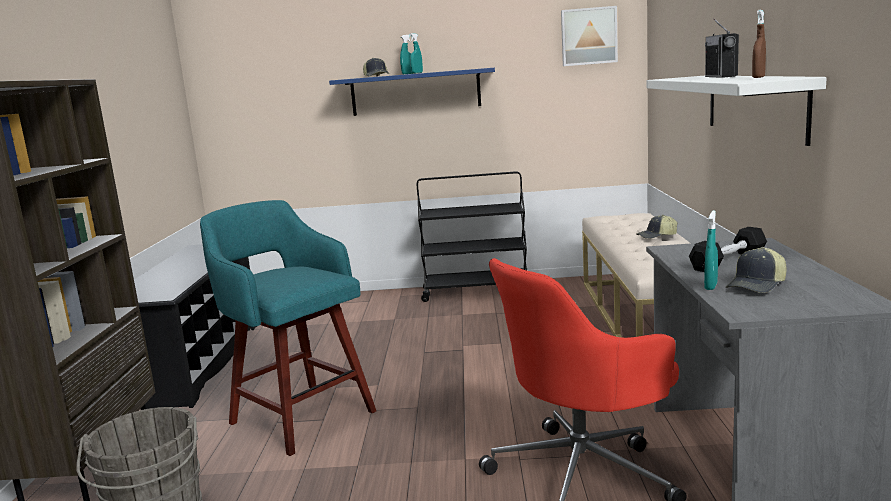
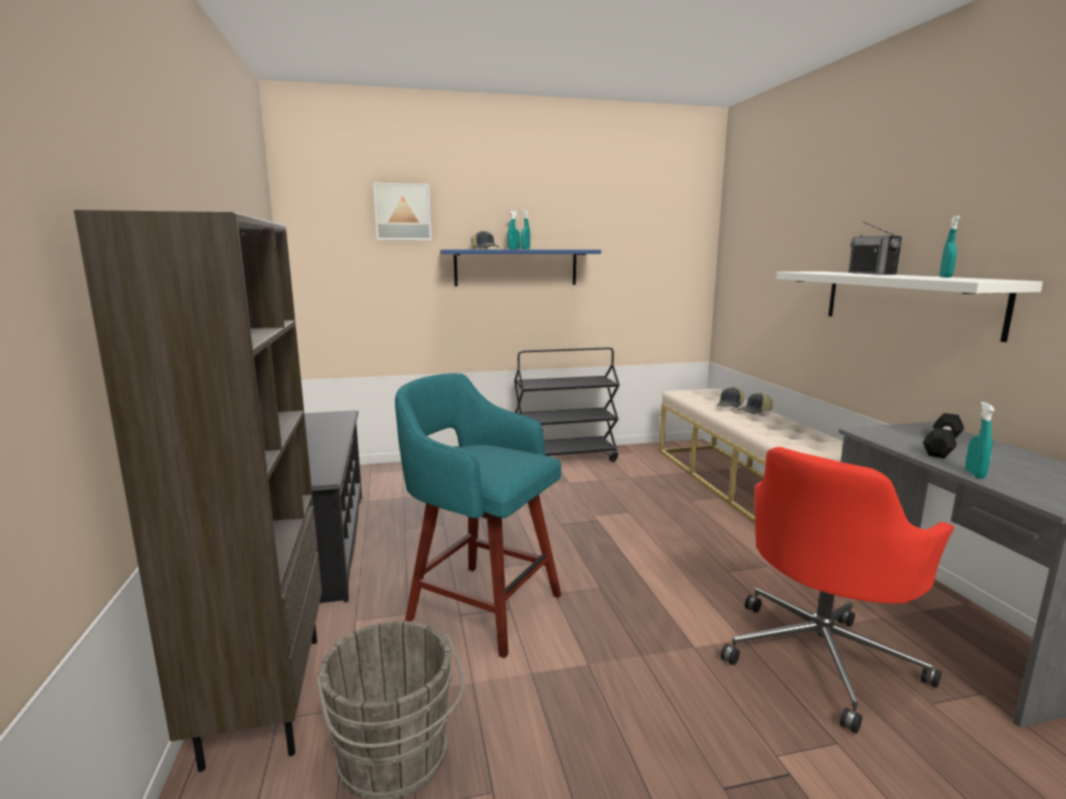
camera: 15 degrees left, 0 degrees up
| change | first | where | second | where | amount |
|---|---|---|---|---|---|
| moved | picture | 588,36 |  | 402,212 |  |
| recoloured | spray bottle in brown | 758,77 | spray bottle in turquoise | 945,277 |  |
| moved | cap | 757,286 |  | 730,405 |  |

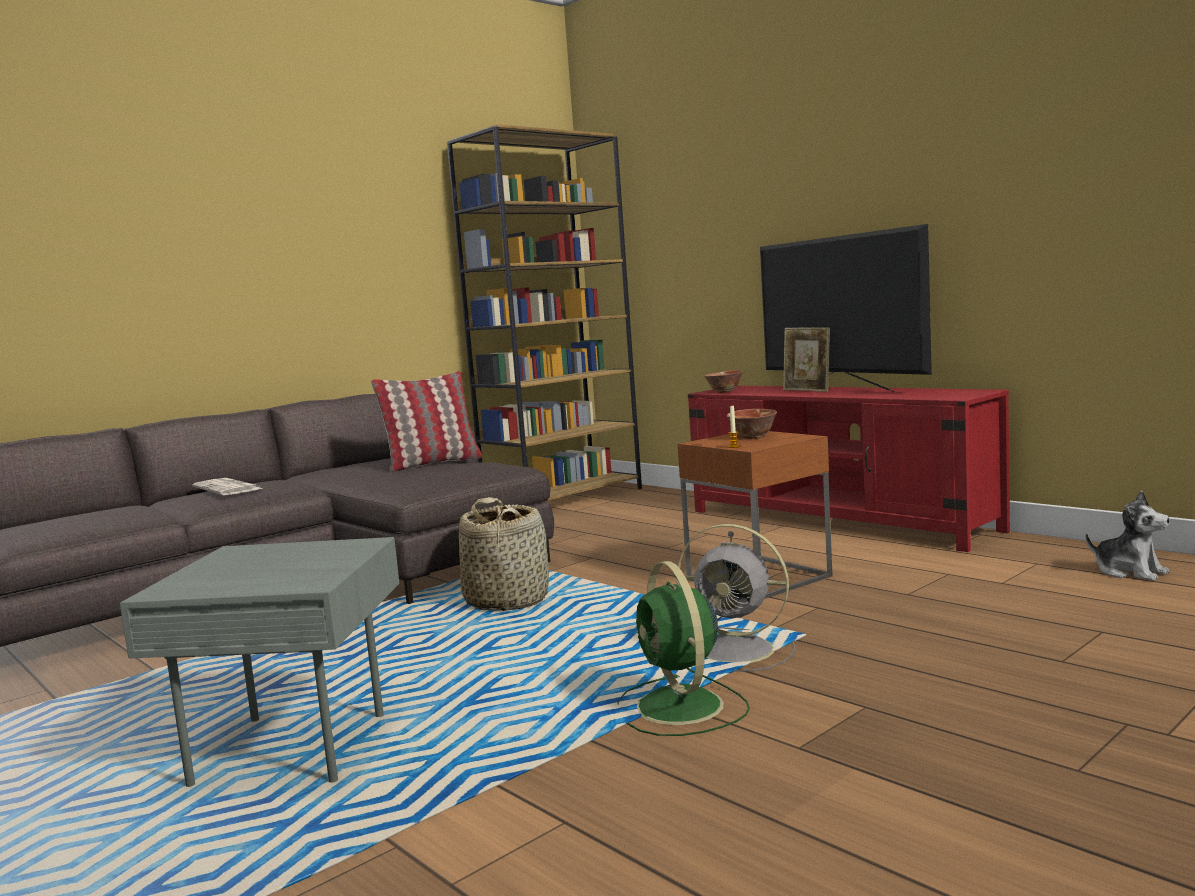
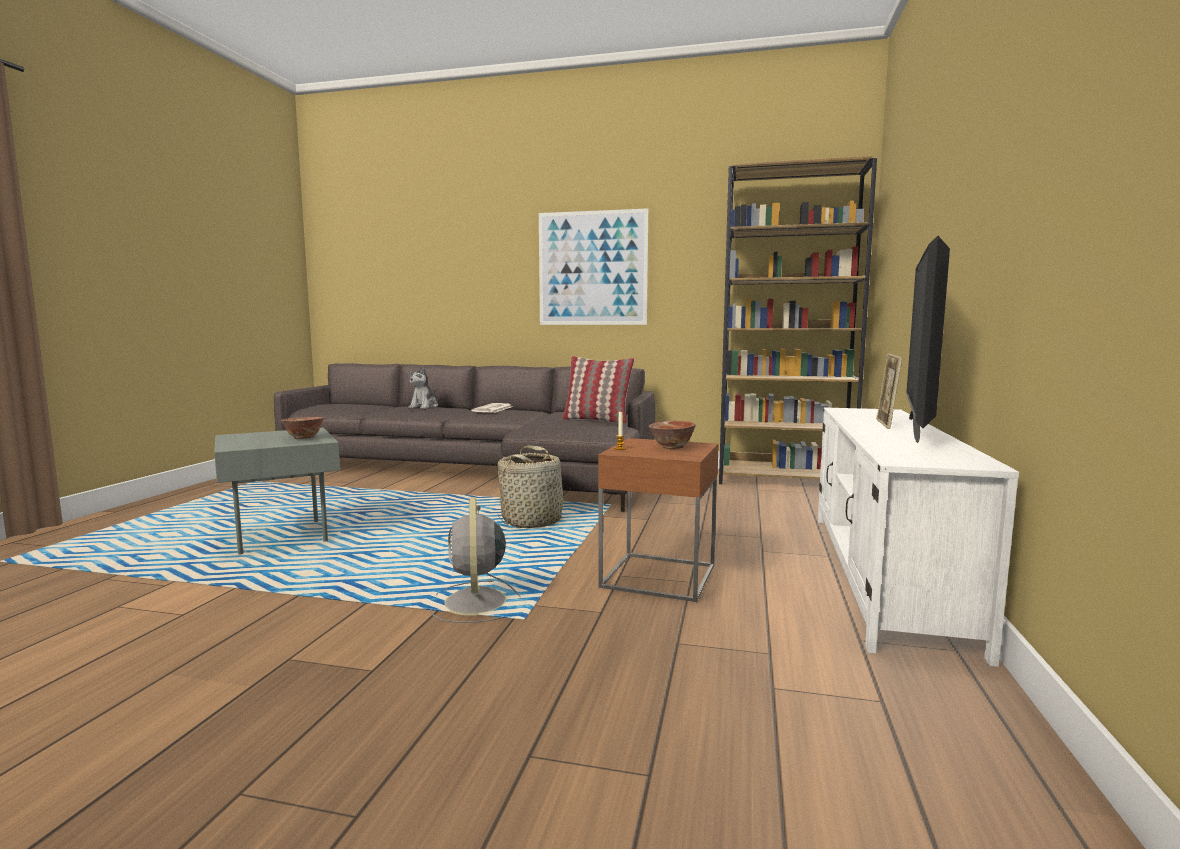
camera: 55 degrees right, 0 degrees up
| change | first | where | second | where | amount |
|---|---|---|---|---|---|
| moved | bowl | 724,392 |  | 303,438 |  |
| recoloured | tv stand in red | 838,521 | tv stand in white | 883,573 |  |
| moved | plush toy | 1129,572 |  | 424,407 |  |
| removed | fan in green | 681,708 |  |  |  |
| added |  |  | picture | 592,268 |  |

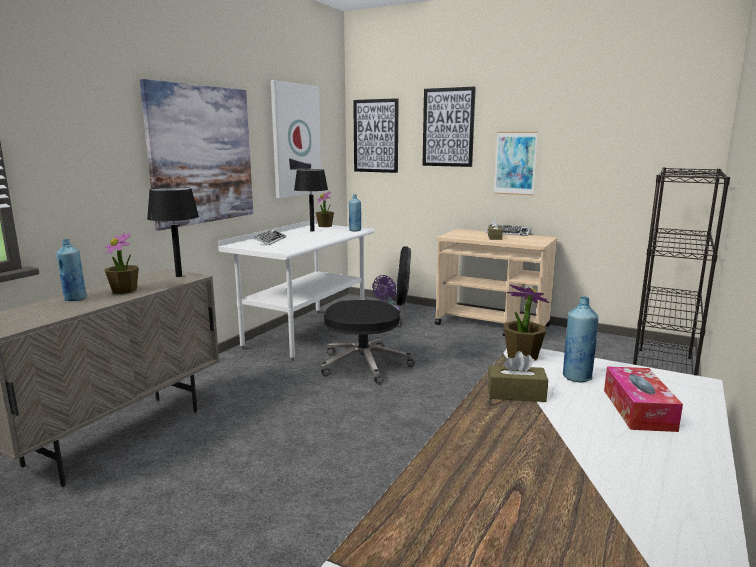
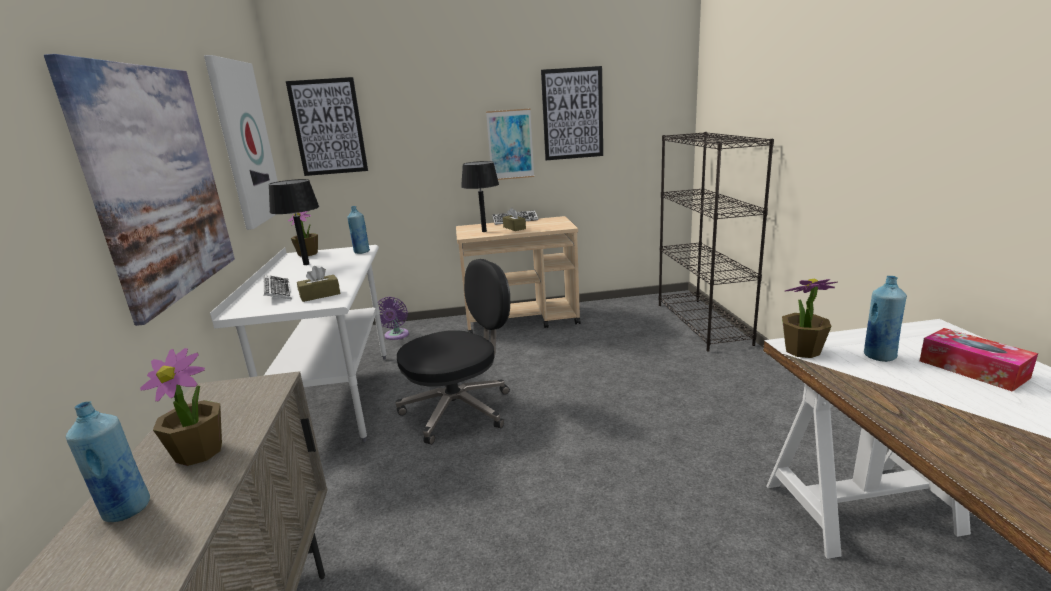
camera: 35 degrees left, 5 degrees up
| change | first | where | second | where | amount |
|---|---|---|---|---|---|
| moved | picture | 448,127 |  | 572,114 |  |
| moved | table lamp in black | 179,276 |  | 484,231 |  |
| moved | tissue box in brown | 516,394 |  | 320,295 |  |

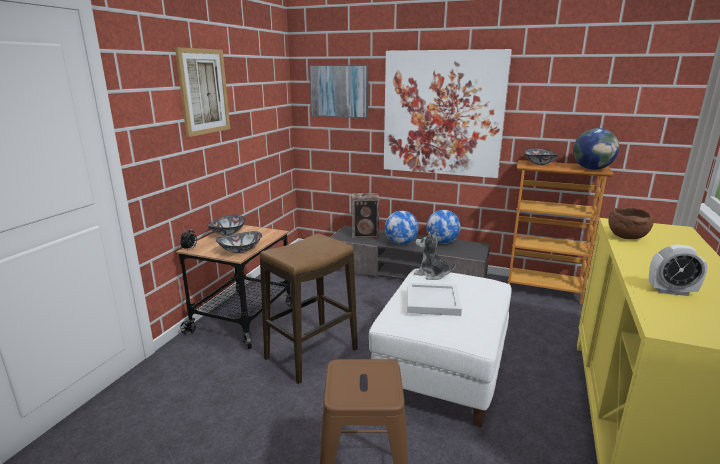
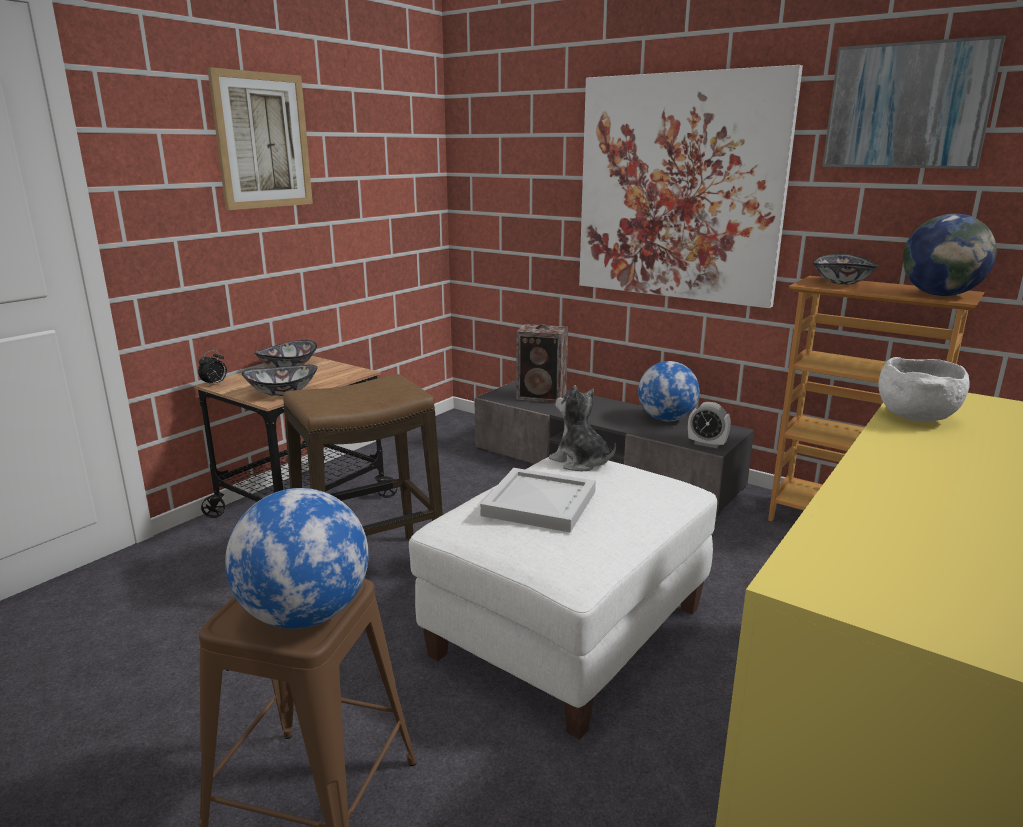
camera: 15 degrees right, 0 degrees up
| change | first | where | second | where | amount |
|---|---|---|---|---|---|
| moved | picture | 339,91 |  | 907,106 |  |
| recoloured | bowl in brown | 626,237 | bowl in white | 915,417 |  |
| moved | globe | 401,243 |  | 305,615 |  |
| moved | alarm clock | 671,291 |  | 707,444 |  |

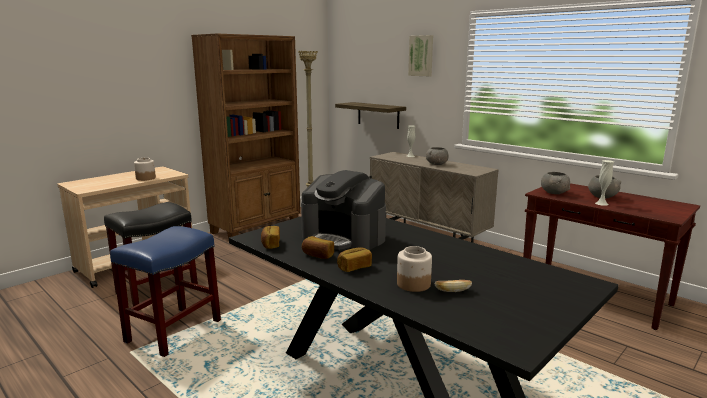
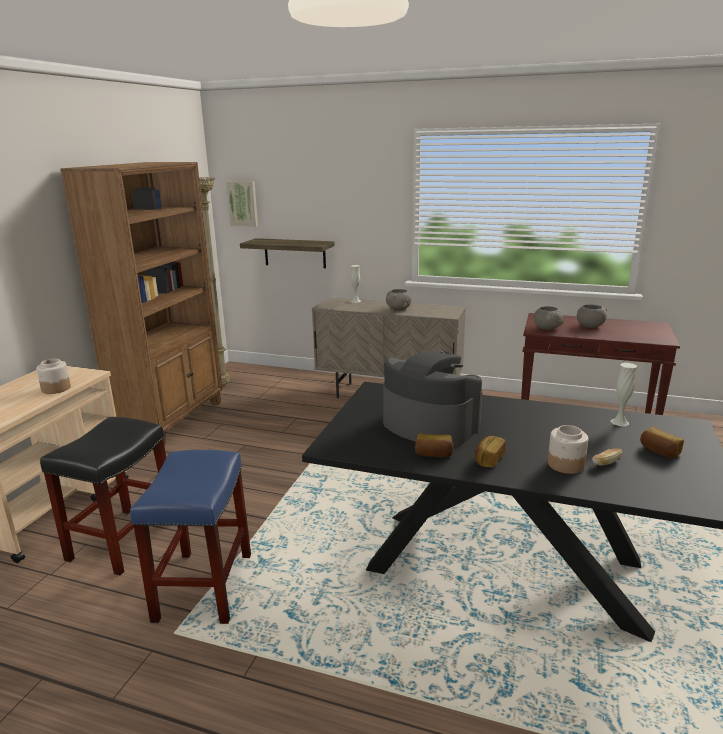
camera: 25 degrees left, 5 degrees up
| change | first | where | second | where | amount |
|---|---|---|---|---|---|
| moved | picture | 421,56 |  | 243,203 |  |
| moved | vase in white | 601,203 |  | 619,422 |  |
| turned | coffee machine | 344,238 |  | 429,425 | 150 degrees counterclockwise |
| moved | bread | 270,244 |  | 659,451 |  |

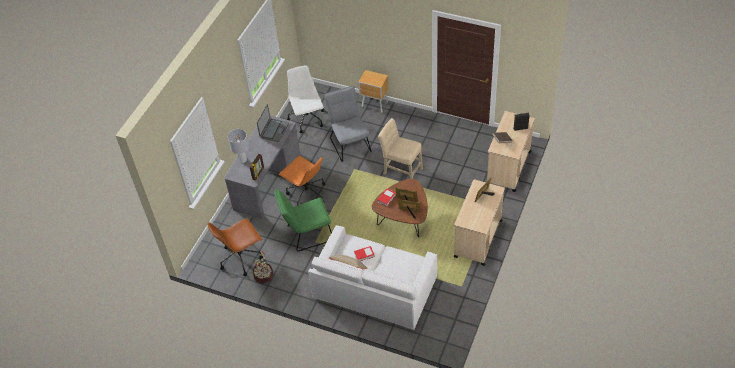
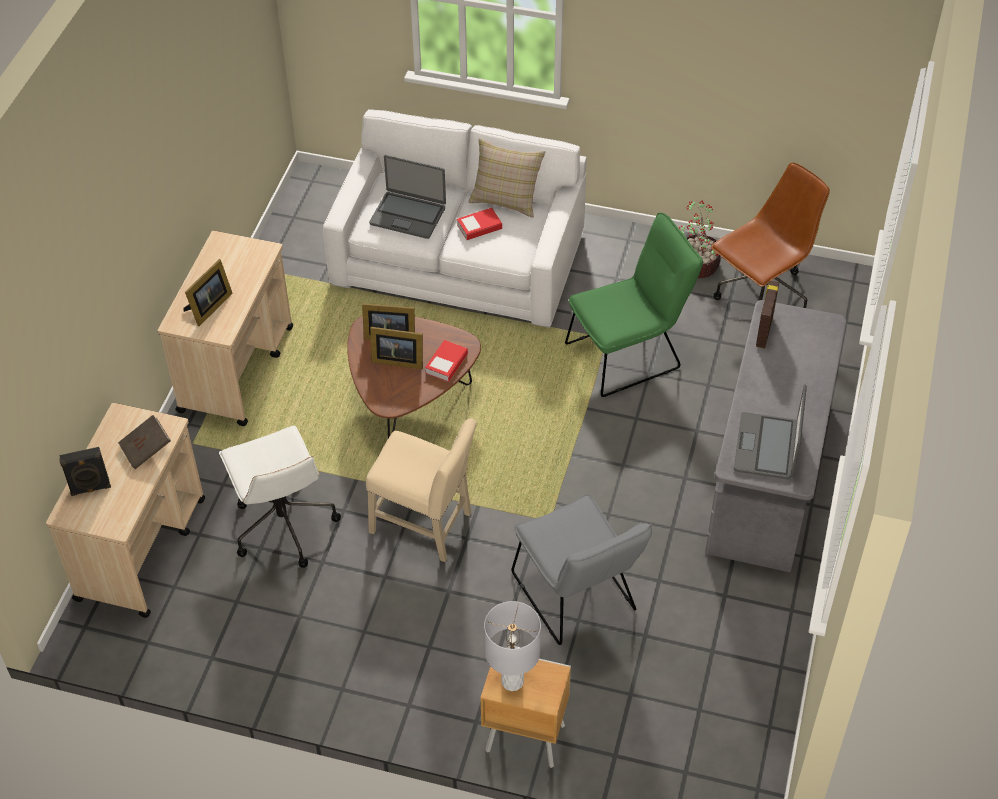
camera: 170 degrees right, 0 degrees up
| change | first | where | second | where | amount |
|---|---|---|---|---|---|
| moved | office chair in white | 307,119 |  | 283,525 |  |
| moved | table lamp in grey | 242,160 |  | 513,681 |  |
| removed | office chair in orange | 306,194 |  |  |  |
| added |  |  | laptop | 408,215 |  |

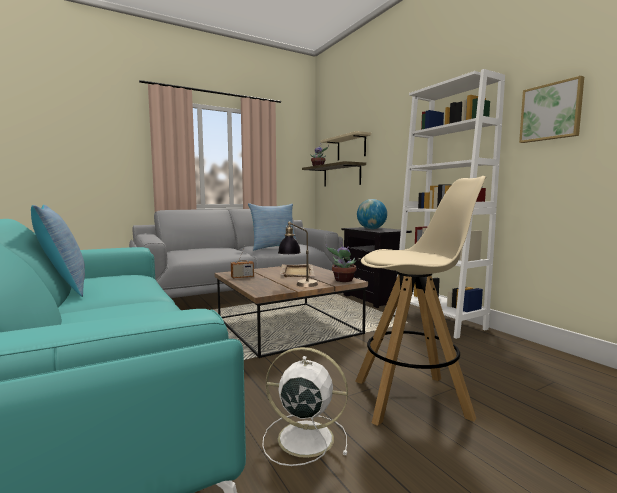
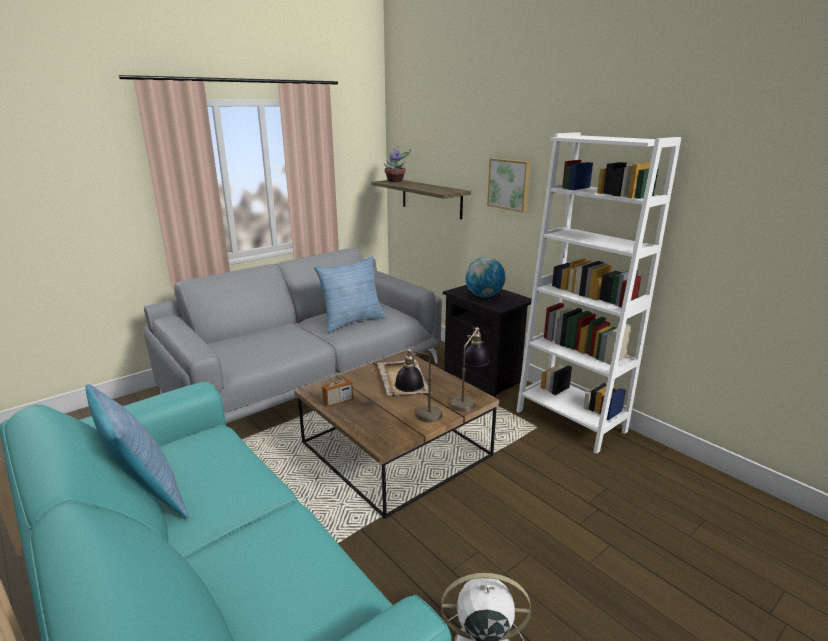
camera: 10 degrees left, 15 degrees up
| change | first | where | second | where | amount |
|---|---|---|---|---|---|
| moved | picture | 551,112 |  | 510,184 |  |
| removed | shelf in beige | 351,147 |  |  |  |
| removed | stool in beige | 412,398 |  |  |  |
| replaced | potted plant | 342,280 | table lamp | 468,400 |  |

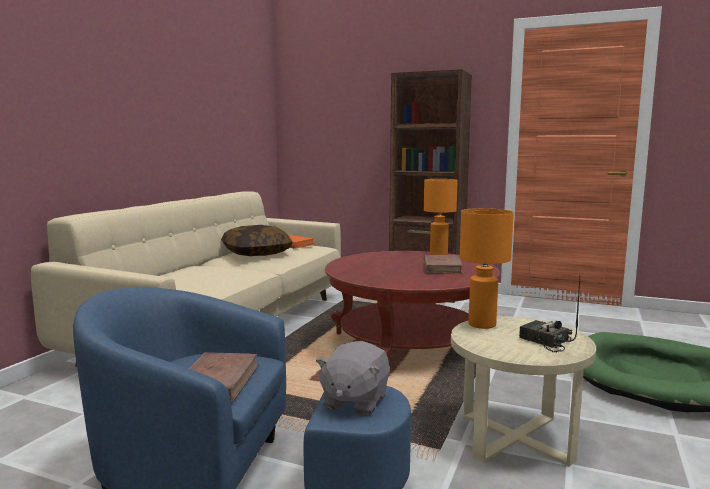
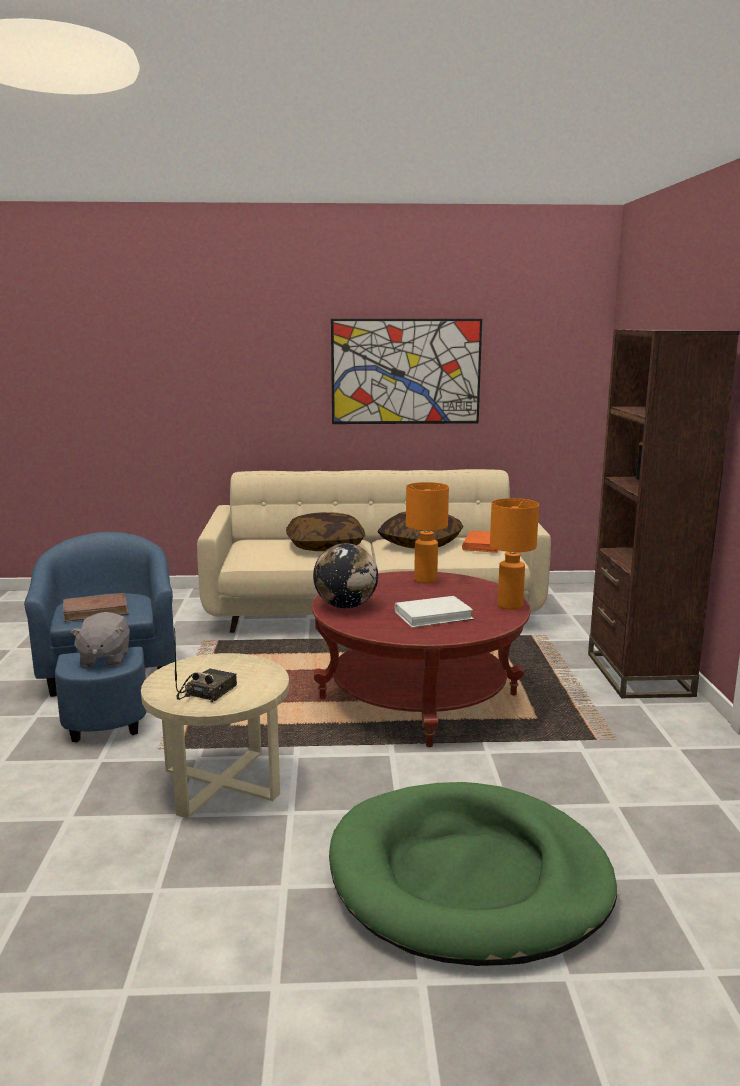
camera: 65 degrees right, 5 degrees up
| change | first | where | second | where | amount |
|---|---|---|---|---|---|
| moved | table lamp in orange | 482,325 |  | 425,580 |  |
| recoloured | book in brown | 442,267 | book in white | 433,616 |  |
| turned | plush toy in grey | 354,401 |  | 104,658 | 90 degrees counterclockwise |
| added |  |  | picture | 406,372 |  |
| added |  |  | pillow | 325,546 |  |
| added |  |  | globe | 346,606 |  |

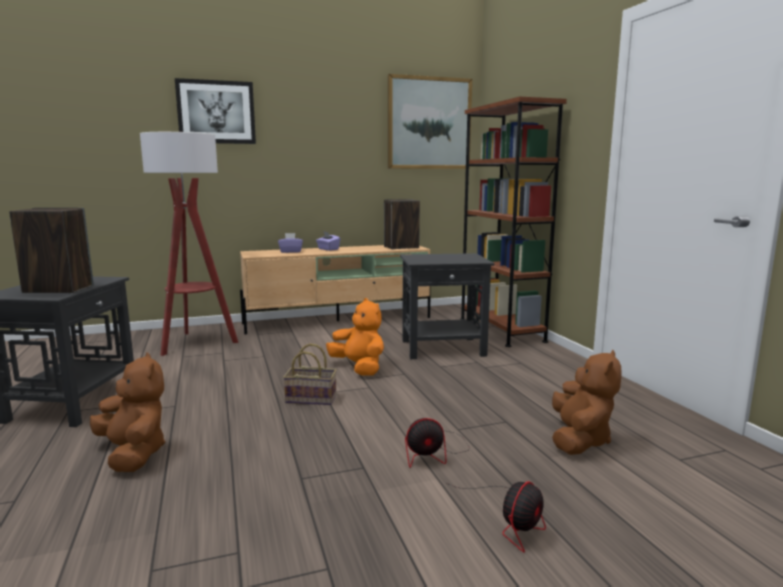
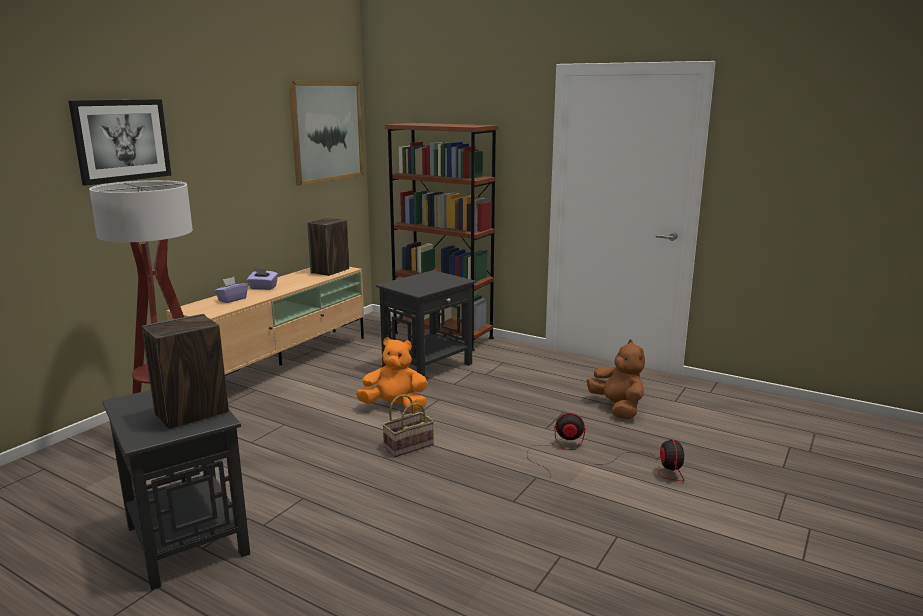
camera: 40 degrees left, 5 degrees up
| change | first | where | second | where | amount |
|---|---|---|---|---|---|
| removed | plush toy in brown | 133,454 |  |  |  |
| turned | fan | 434,452 |  | 558,449 | 120 degrees counterclockwise |

